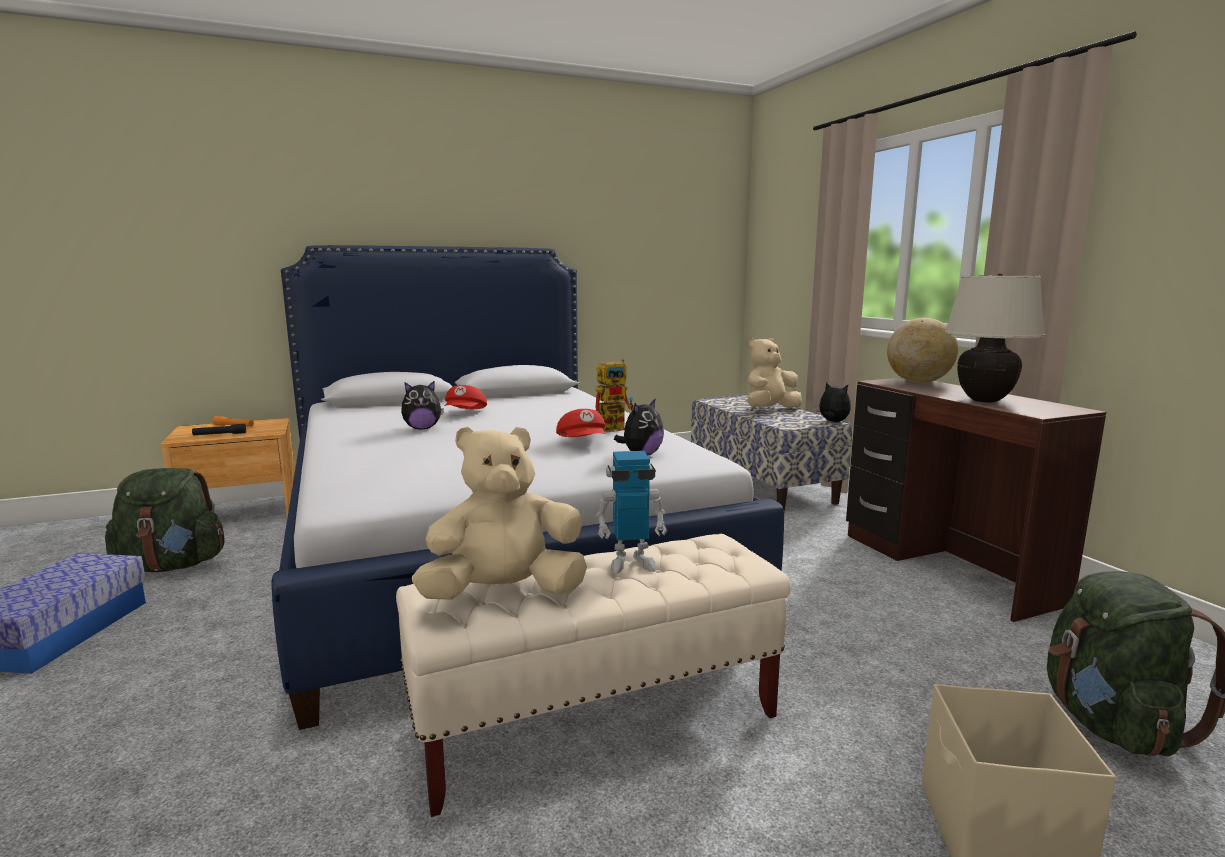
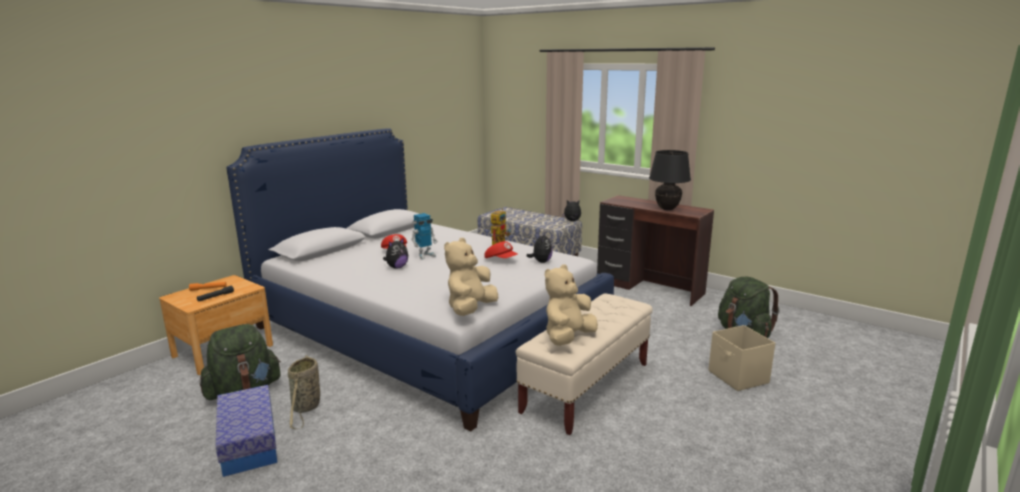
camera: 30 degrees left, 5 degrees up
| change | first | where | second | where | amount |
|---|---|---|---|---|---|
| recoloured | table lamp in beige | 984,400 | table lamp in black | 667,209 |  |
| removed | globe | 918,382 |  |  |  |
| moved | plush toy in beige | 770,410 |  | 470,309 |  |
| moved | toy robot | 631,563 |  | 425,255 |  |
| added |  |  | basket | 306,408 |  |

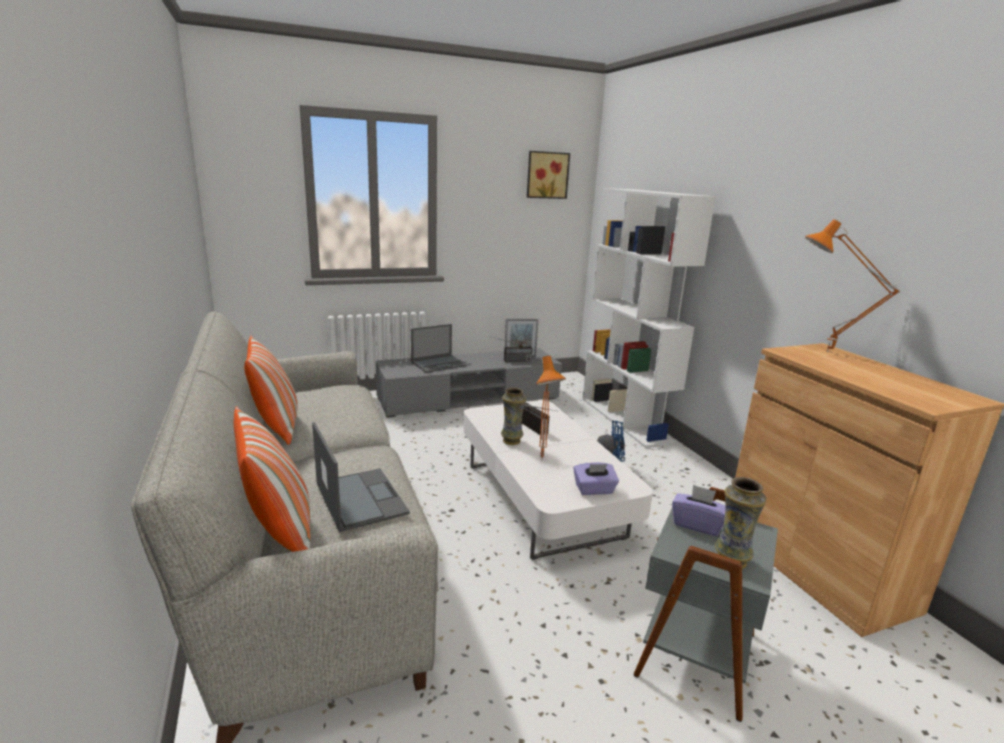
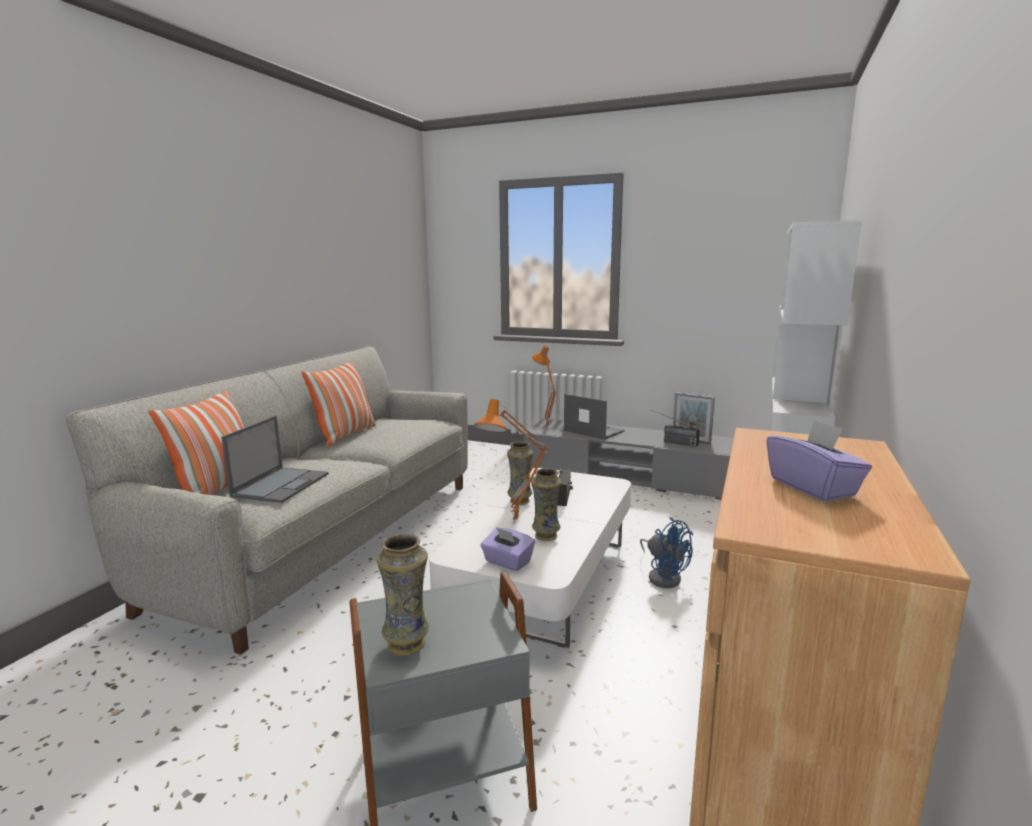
camera: 45 degrees right, 5 degrees down
| change | first | where | second | where | amount |
|---|---|---|---|---|---|
| removed | picture | 547,175 |  |  |  |
| moved | table lamp in orange | 828,352 |  | 545,428 |  |
| turned | laptop | 439,364 |  | 593,431 | 150 degrees counterclockwise |
| moved | tissue box in purple | 697,524 |  | 813,487 |  |
| added |  |  | vase | 545,536 |  |

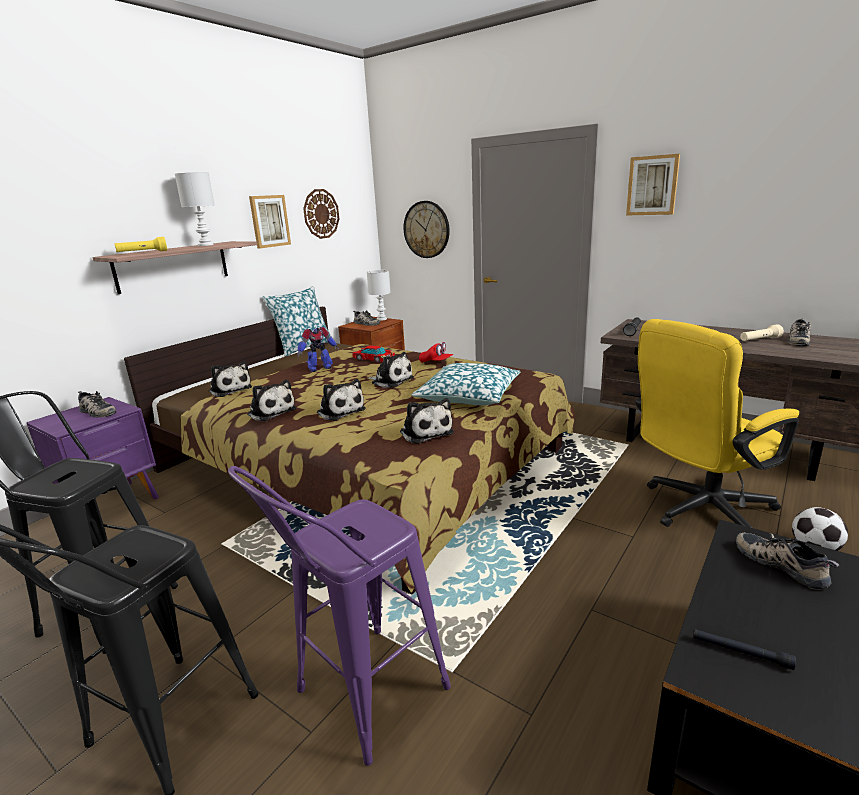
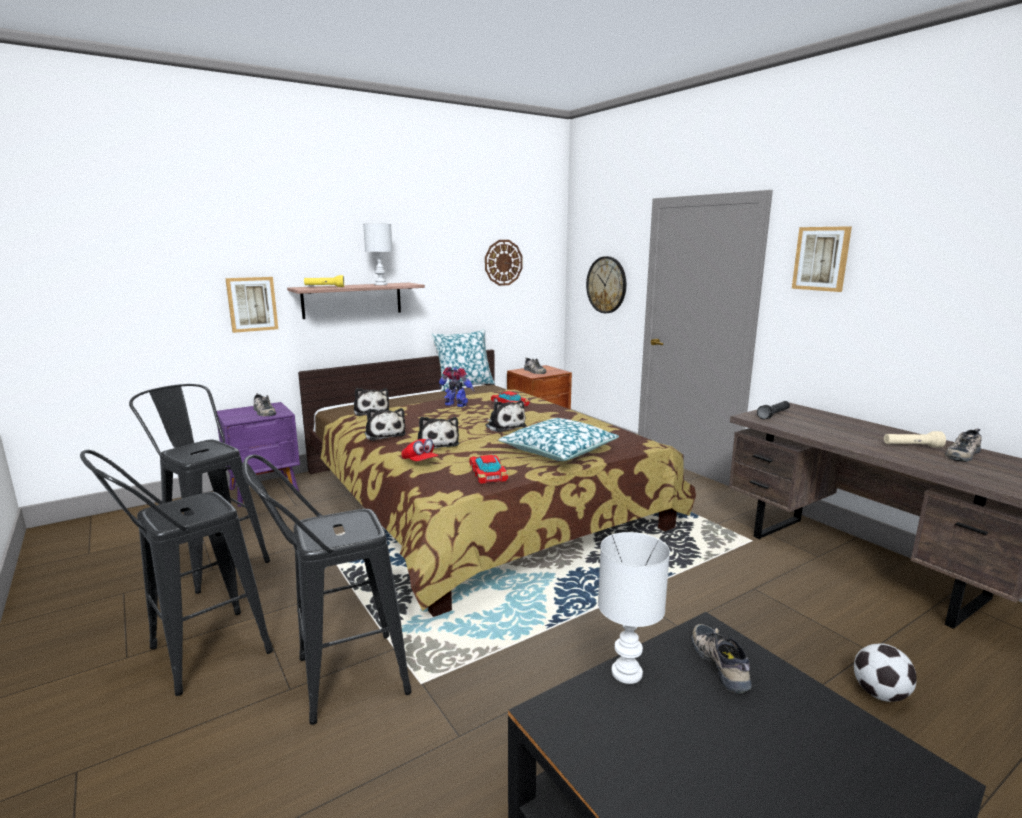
camera: 20 degrees right, 5 degrees down
| change | first | where | second | where | amount |
|---|---|---|---|---|---|
| moved | picture | 269,221 |  | 252,304 |  |
| moved | table lamp in white | 381,319 |  | 625,673 |  |
| removed | office chair in yellow | 699,510 |  |  |  |
| turned | toy robot | 319,368 |  | 456,405 | 150 degrees counterclockwise |
| moved | cap in red | 436,362 |  | 420,462 |  |
| replaced | plush toy | 425,432 | toy car | 488,474 |  |
| recoloured | stool in purple | 359,699 | stool in black | 338,679 |  |
| removed | flashlight in black | 740,652 |  |  |  |

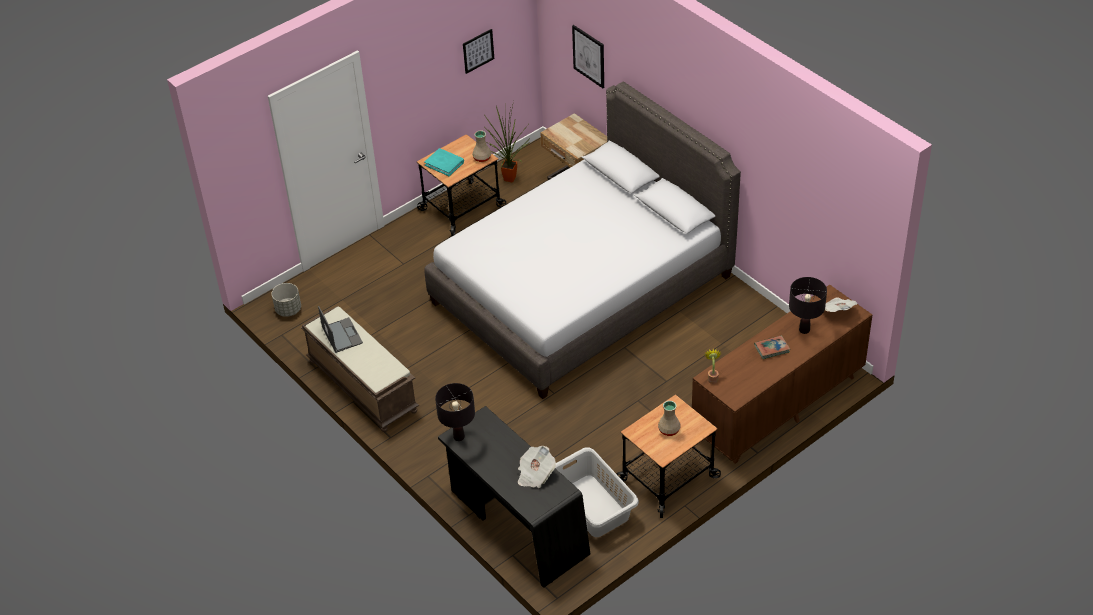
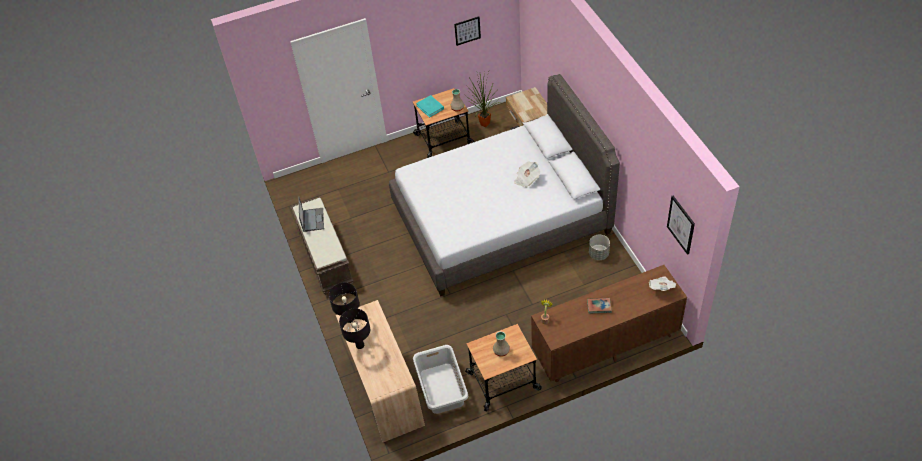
camera: 20 degrees right, 5 degrees up
| change | first | where | second | where | amount |
|---|---|---|---|---|---|
| moved | picture | 589,56 |  | 681,224 |  |
| moved | table lamp in black | 804,330 |  | 360,345 |  |
| moved | planter in grey | 288,309 |  | 598,254 |  |
| recoloured | desk in black | 516,524 | desk in beige | 384,387 |  |
| moved | newspaper | 535,474 |  | 526,179 |  |

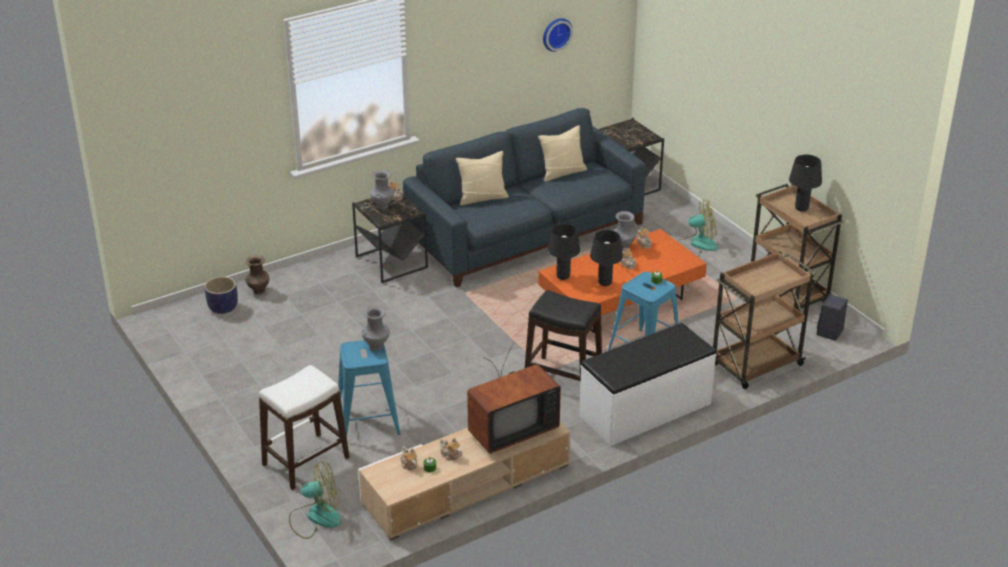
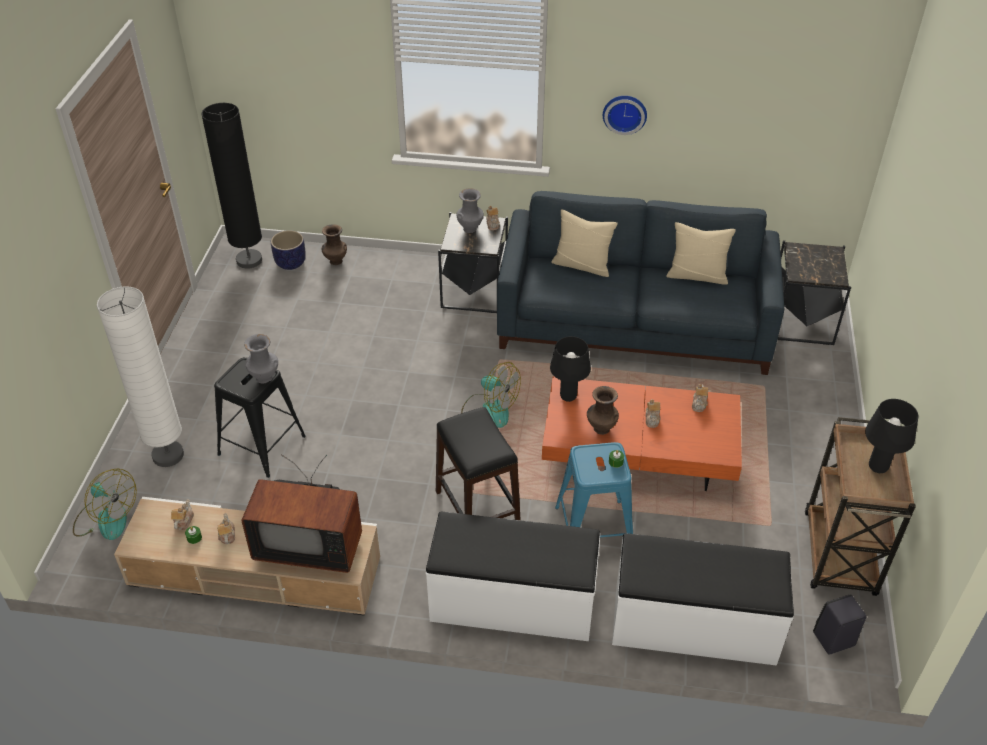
camera: 40 degrees right, 10 degrees up
| change | first | where | second | where | amount |
|---|---|---|---|---|---|
| moved | wall clock | 556,33 |  | 625,113 |  |
| moved | fan | 697,245 |  | 489,410 |  |
| removed | vase in grey | 623,247 |  |  |  |
| replaced | table lamp in black | 604,283 | vase in brown | 600,428 |  |
| replaced | cart in brown | 755,365 | bench in white | 694,625 |  |
| recoloured | stool in blue | 368,420 | stool in black | 262,446 |  |
| replaced | stool in white | 306,461 | floor lamp in white | 168,455 |  |
| added |  |  | floor lamp in black | 249,260 |  |

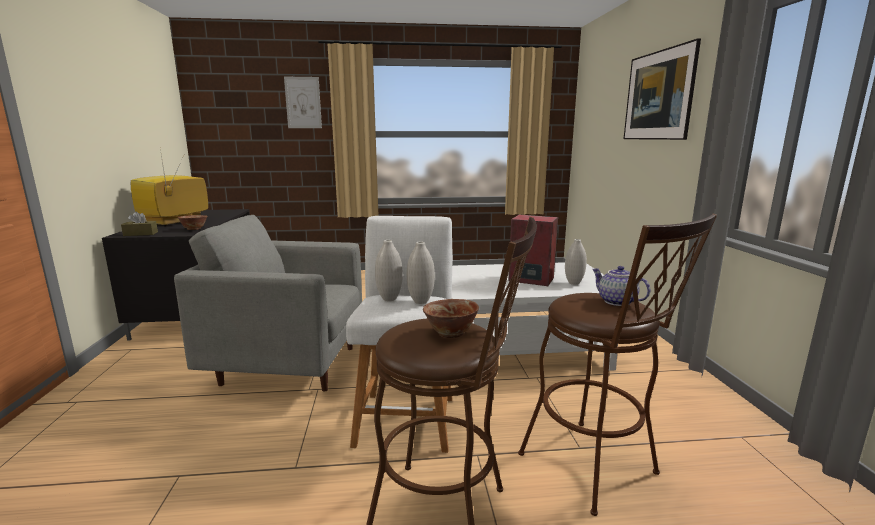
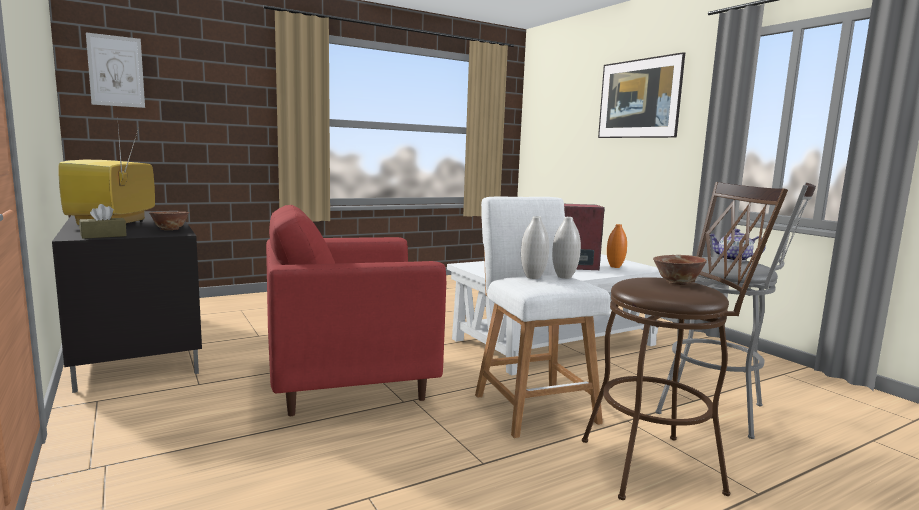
camera: 25 degrees left, 5 degrees down
| change | first | where | second | where | amount |
|---|---|---|---|---|---|
| moved | picture | 303,102 |  | 116,71 |  |
| recoloured | stool in brown | 595,470 | stool in grey | 721,412 |  |
| recoloured | armchair in grey | 289,365 | armchair in red | 348,385 |  |
| recoloured | vase in white | 573,283 | vase in orange | 615,267 |  |

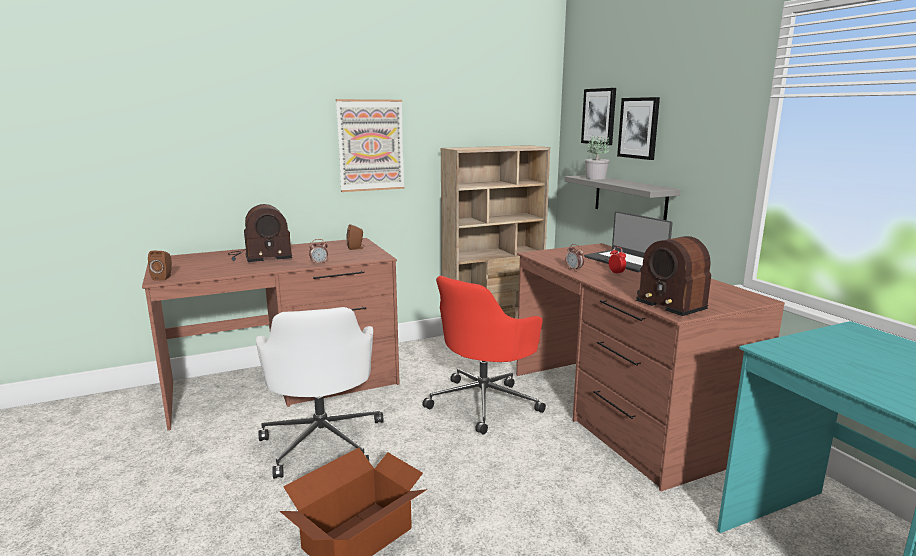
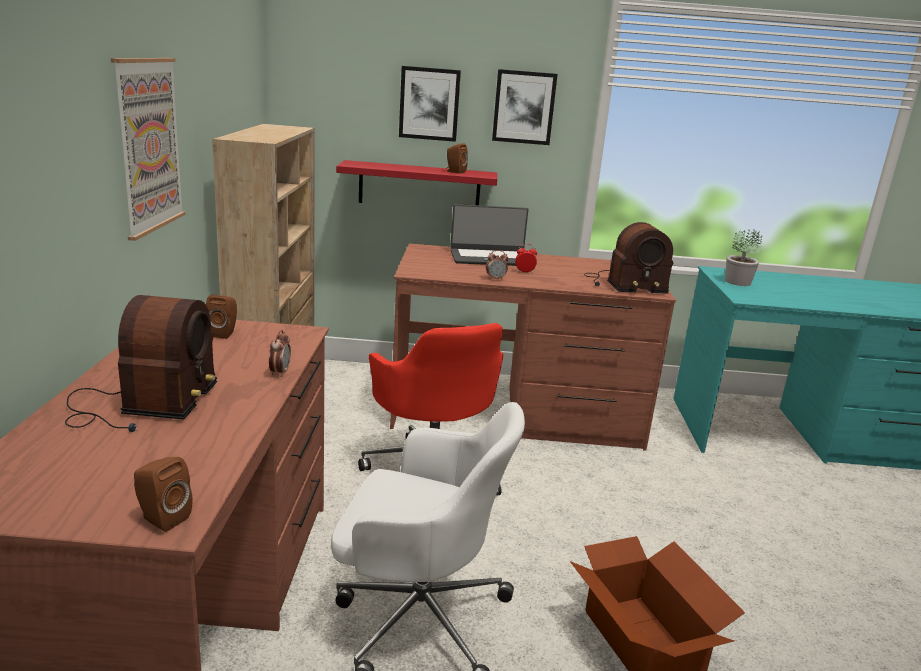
camera: 65 degrees left, 5 degrees up
| change | first | where | second | where | amount |
|---|---|---|---|---|---|
| moved | picture | 599,116 |  | 524,107 |  |
| moved | potted plant | 595,178 |  | 738,282 |  |
| recoloured | shelf in grey | 629,199 | shelf in red | 419,186 |  |
| added |  |  | speaker in brown | 454,172 |  |

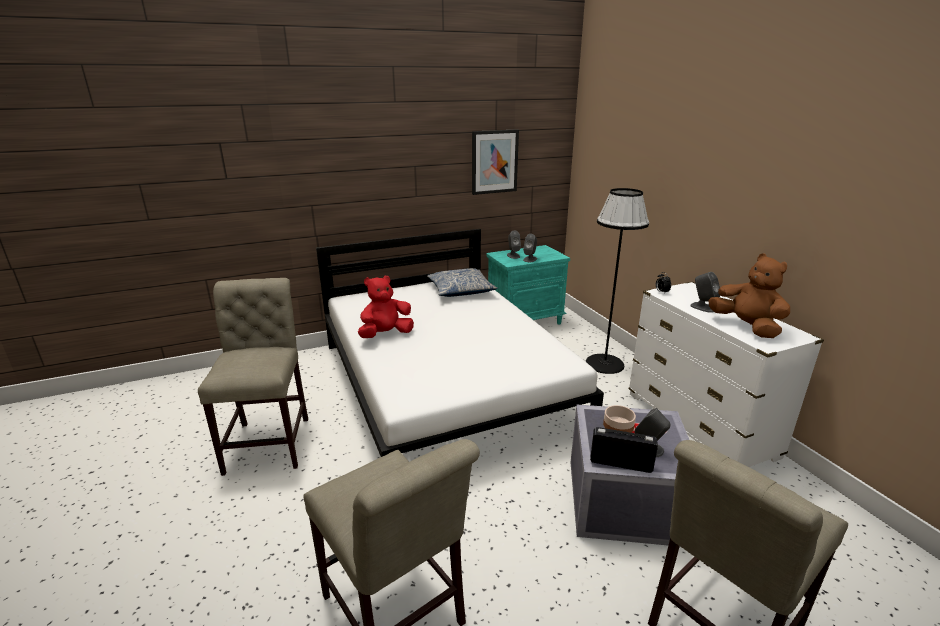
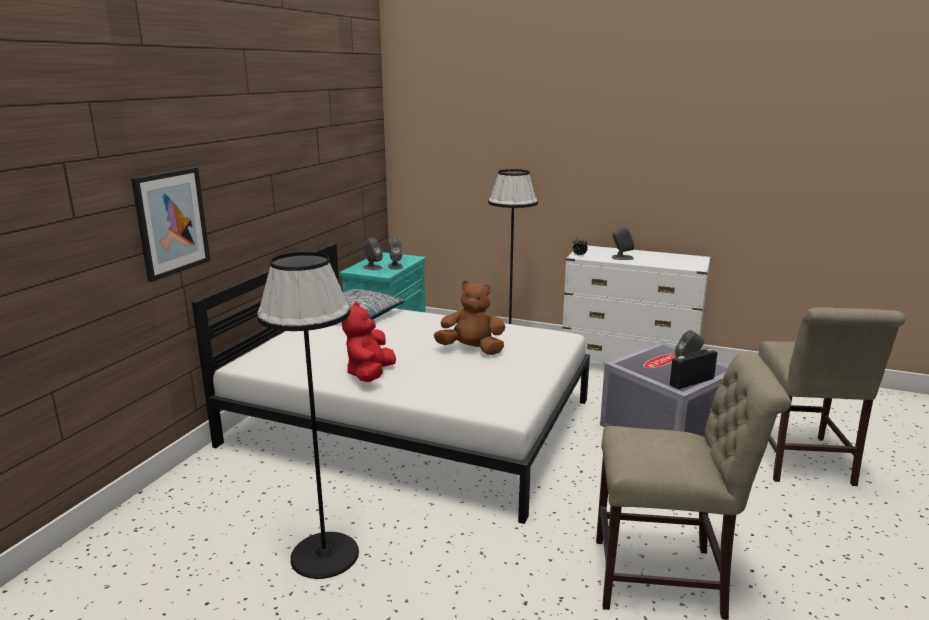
camera: 45 degrees left, 5 degrees down
| change | first | where | second | where | amount |
|---|---|---|---|---|---|
| moved | picture | 494,162 |  | 171,222 |  |
| moved | plush toy in brown | 746,327 |  | 472,350 |  |
| replaced | chair in beige | 270,440 | floor lamp in black | 324,554 |  |
| removed | bowl | 618,425 |  |  |  |

